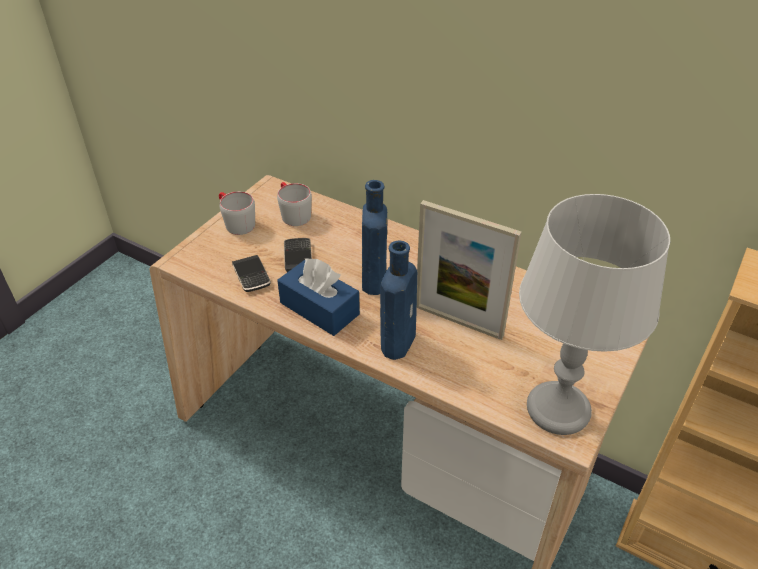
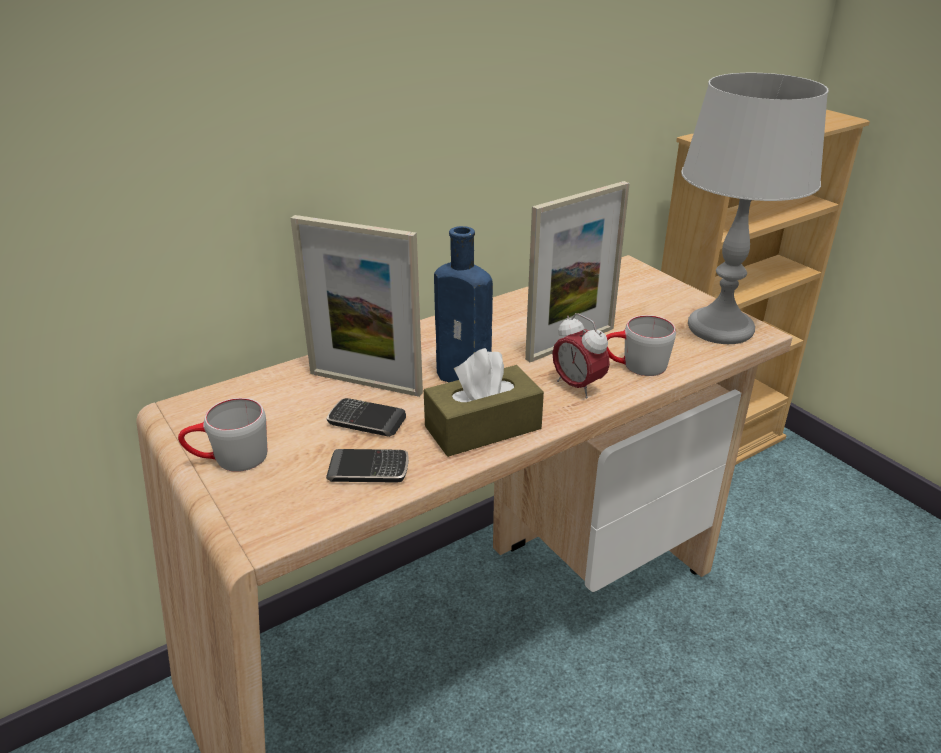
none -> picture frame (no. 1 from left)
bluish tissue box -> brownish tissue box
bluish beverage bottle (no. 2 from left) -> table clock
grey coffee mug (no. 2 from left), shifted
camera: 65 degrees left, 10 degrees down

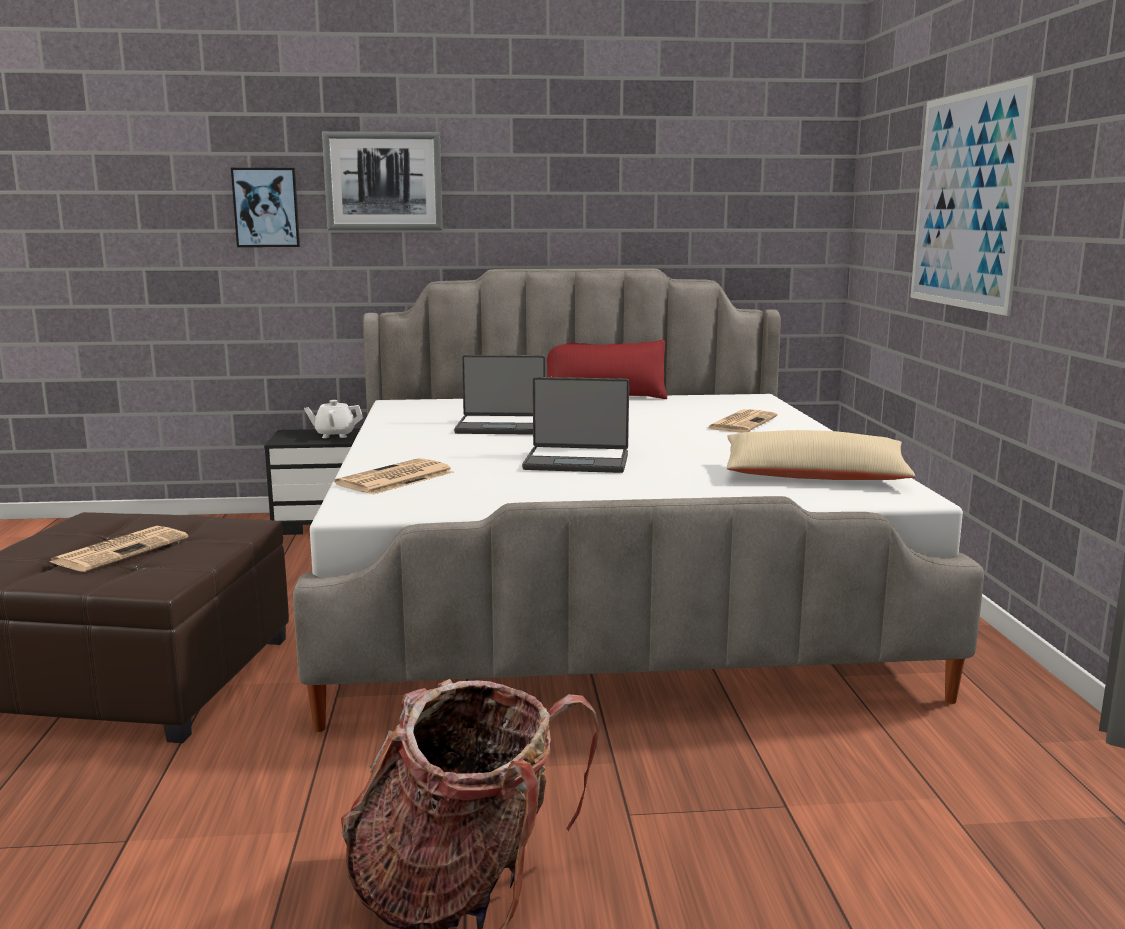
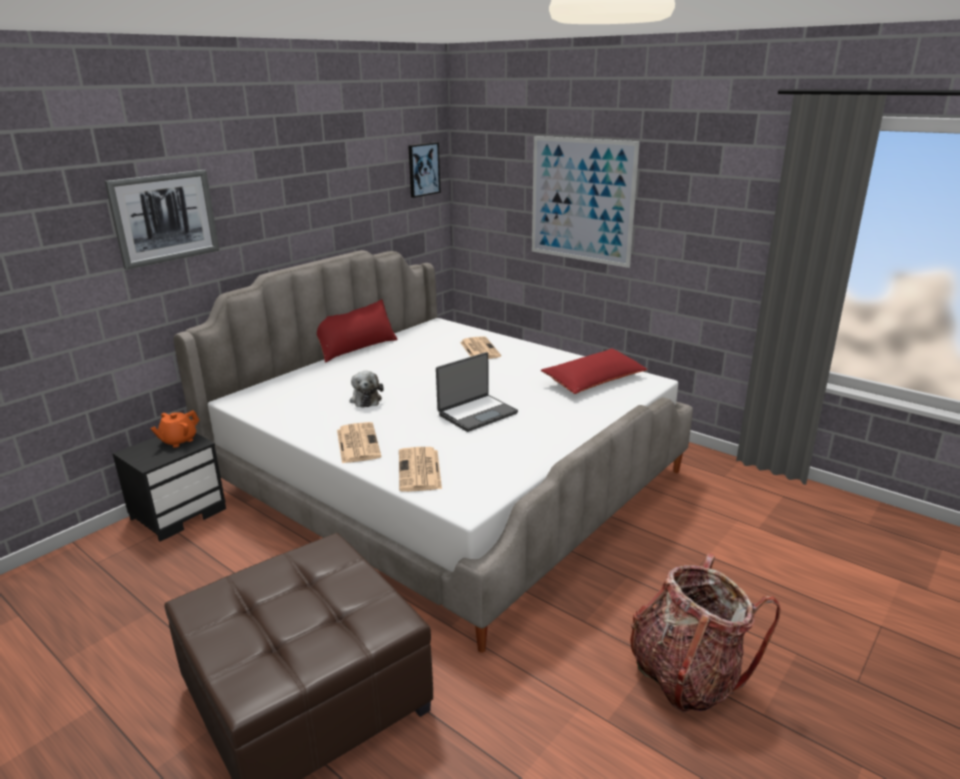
whitish teapot -> orange teapot
daily paper (no. 1 from left), shifted
laptop (no. 1 from left) -> soft toy
wall art (no. 1 from left in the first image) -> wall art (no. 2 from left), shifted
beige-coloured throw pillow -> red-coloured throw pillow (no. 2 from left)
camera: 45 degrees left, 10 degrees up

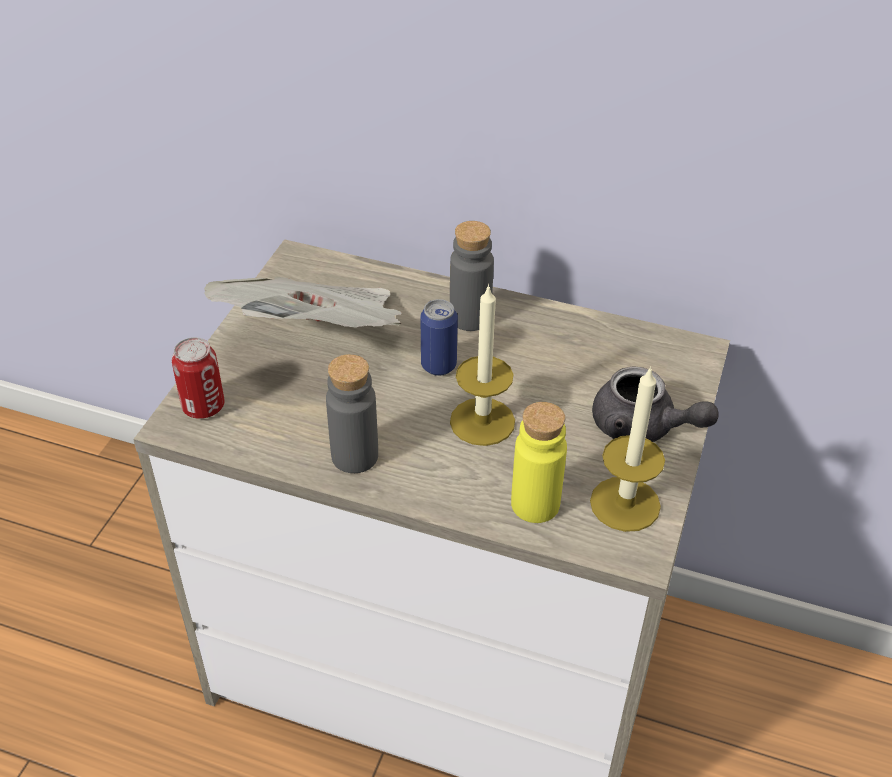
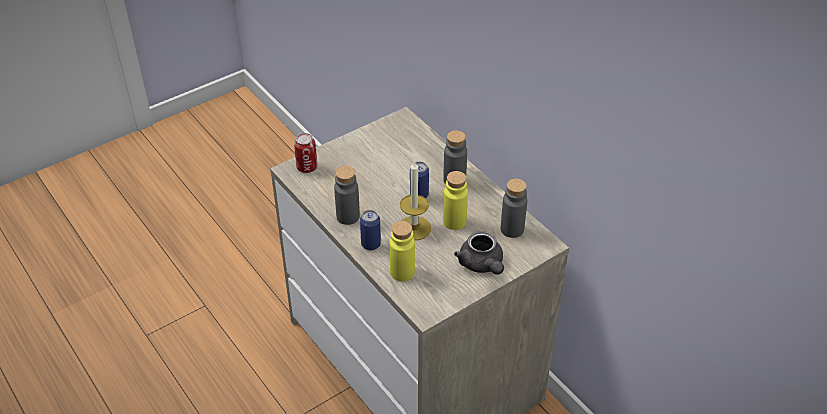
none -> sealed can (no. 2 from left)
none -> yellow beverage bottle (no. 2 from left)
none -> grey beverage bottle (no. 3 from left)
daily paper -> none
candle (no. 2 from left) -> none
camera: 35 degrees right, 0 degrees up

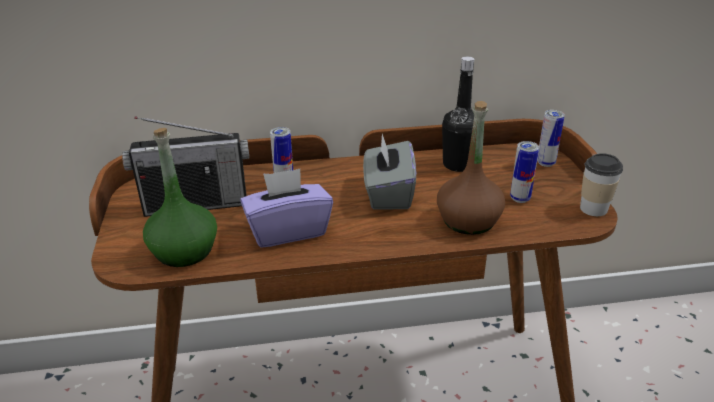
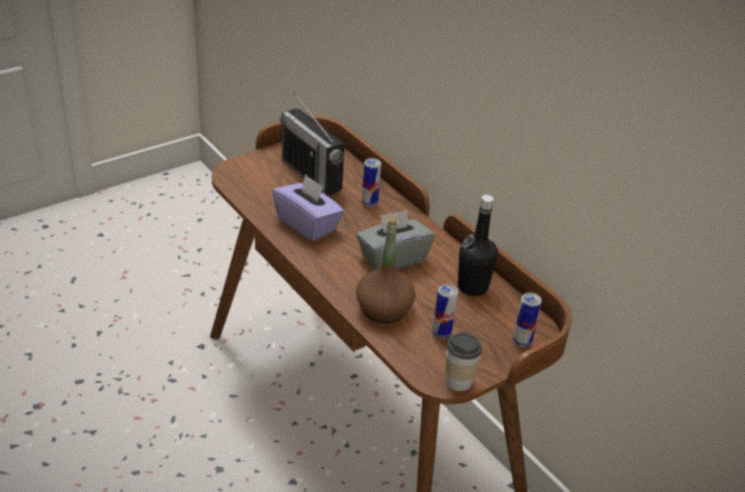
green beverage bottle -> none
camera: 60 degrees right, 5 degrees up

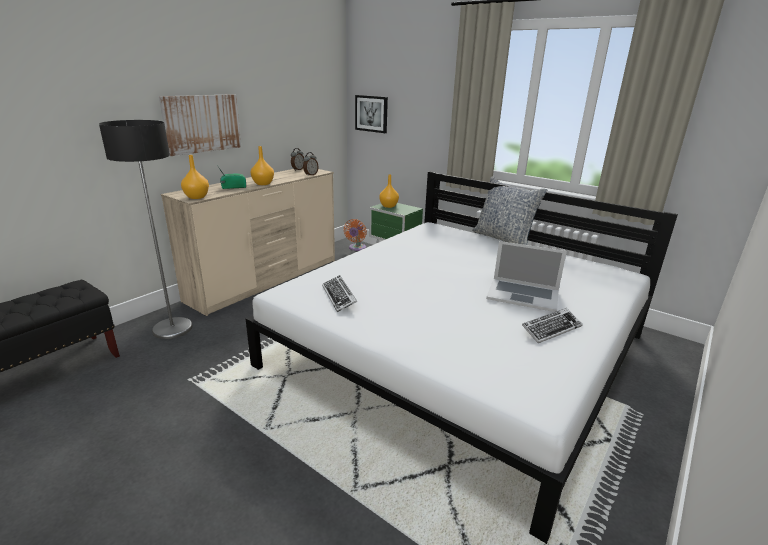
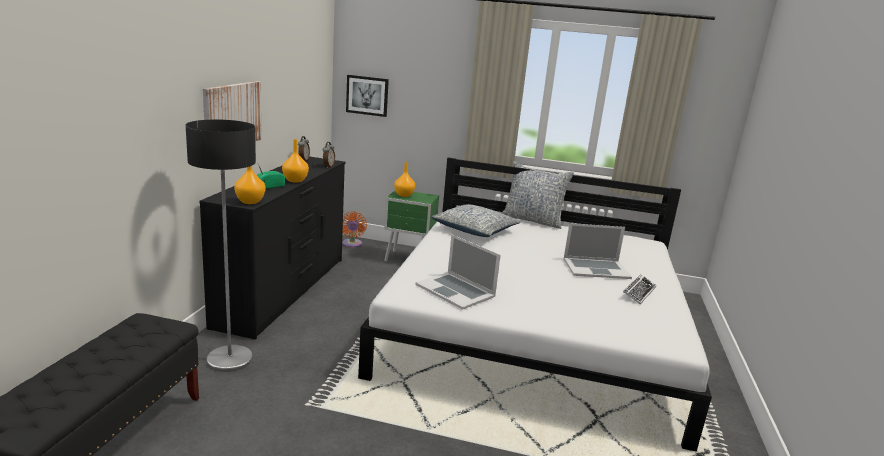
beige-coloured dresser -> black dresser
PC keyboard (no. 1 from left) -> laptop (no. 1 from left)
none -> throw pillow (no. 1 from left)
camera: 25 degrees left, 5 degrees down

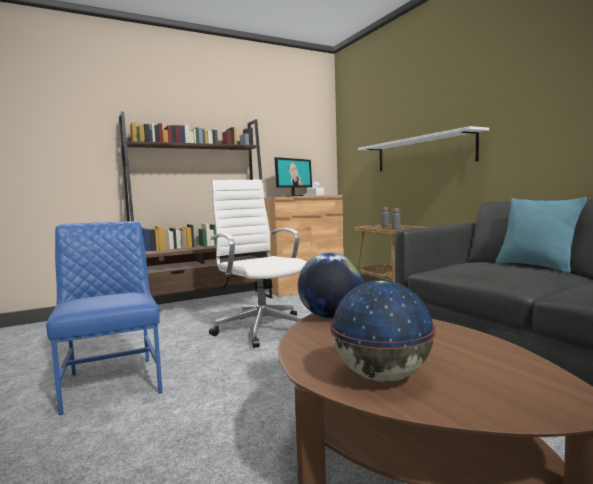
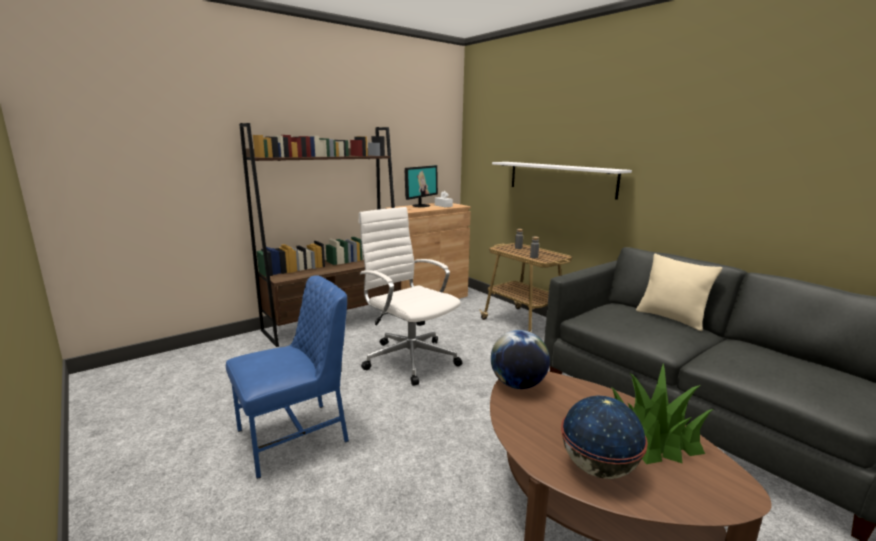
bluish chair, 90 degrees clockwise
none -> houseplant
blue-green throw pillow -> beige-coloured throw pillow
camera: 10 degrees left, 10 degrees up

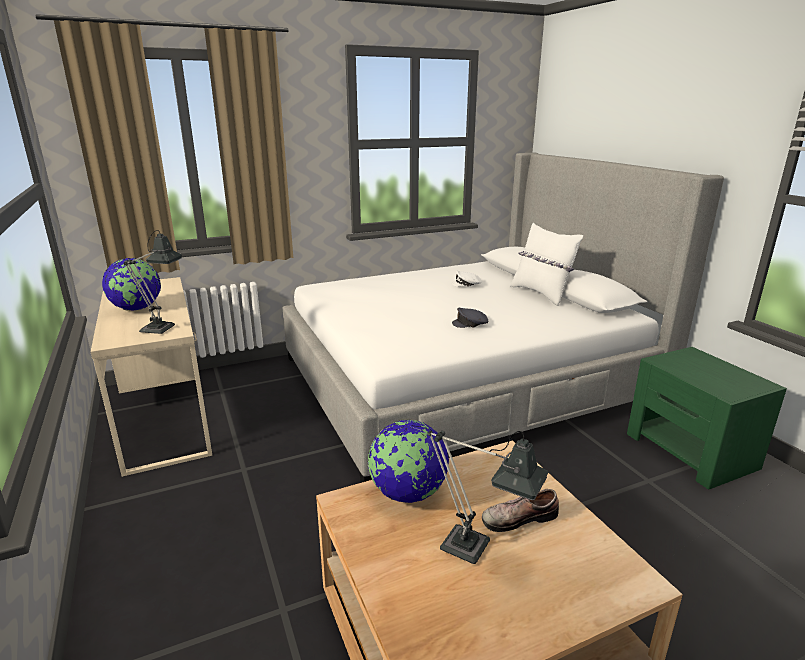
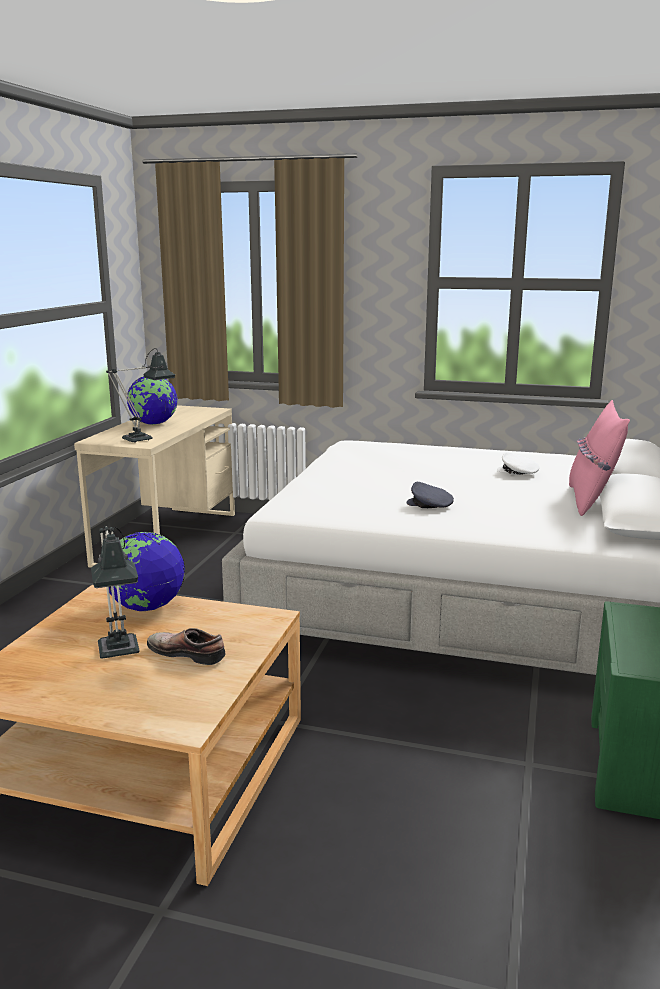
whitish throw pillow -> pink throw pillow
camera: 40 degrees right, 5 degrees down

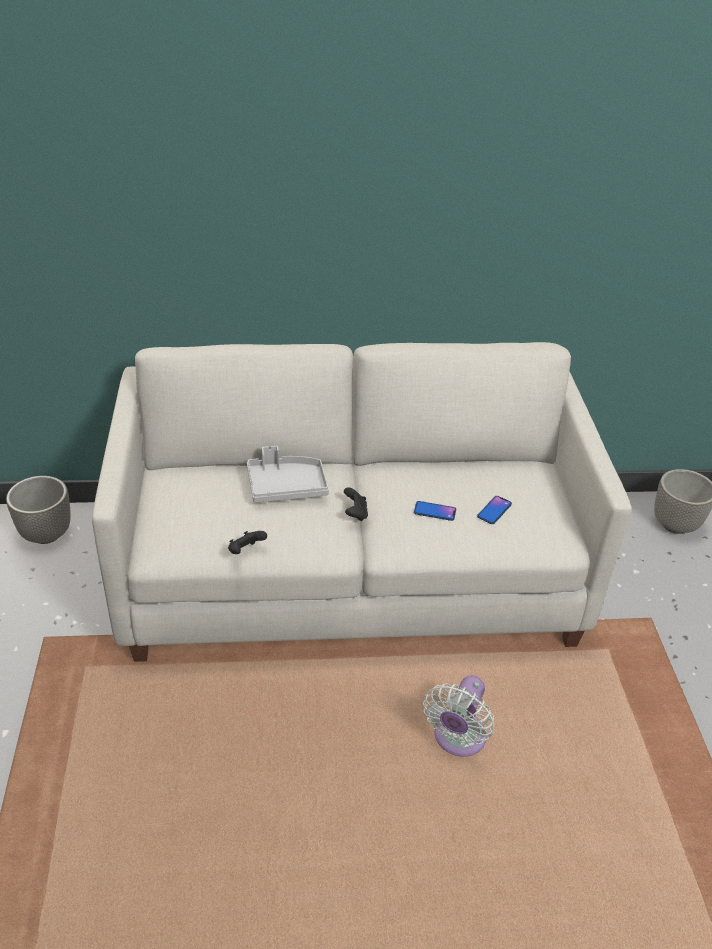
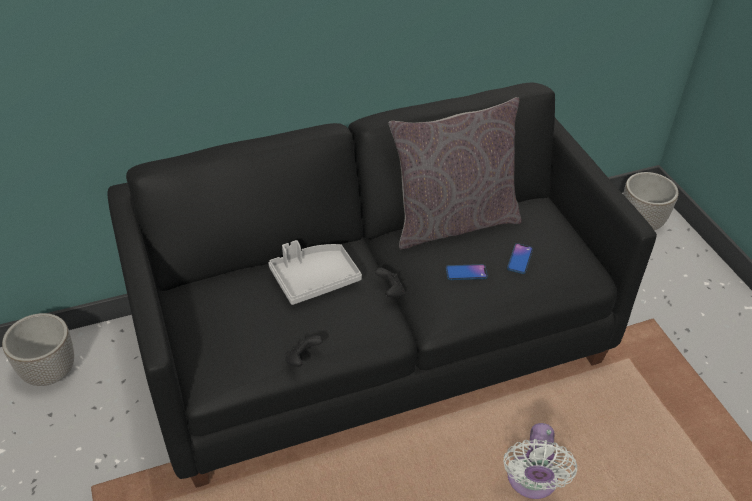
whitish settee -> black settee
none -> grey throw pillow
camera: 15 degrees left, 5 degrees up

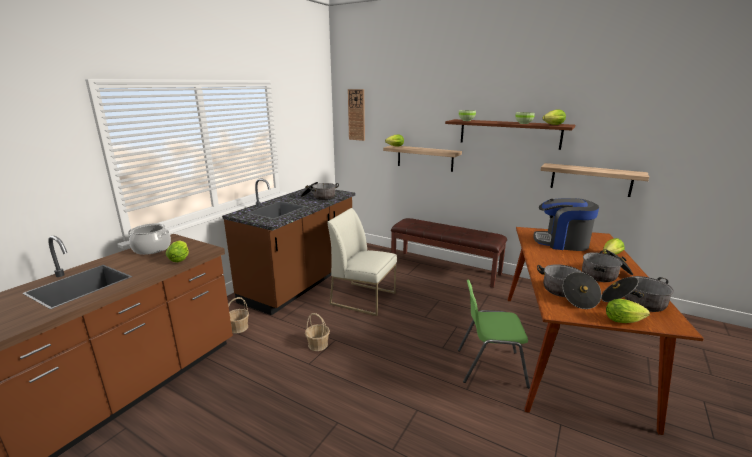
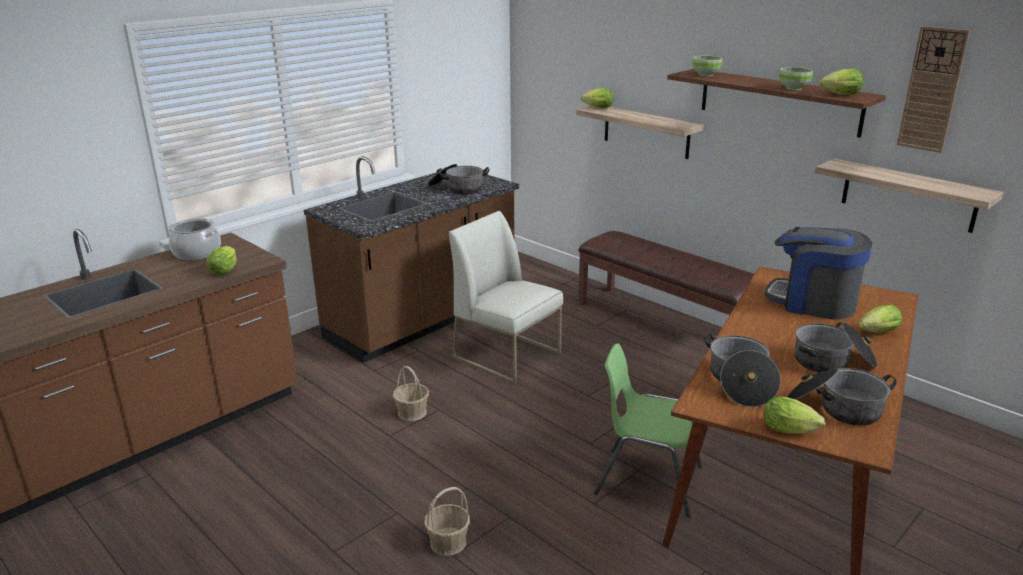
storage basket (no. 1 from left in the first image) -> storage basket (no. 2 from left), shifted
clock on the wall, shifted
camera: 15 degrees right, 5 degrees up

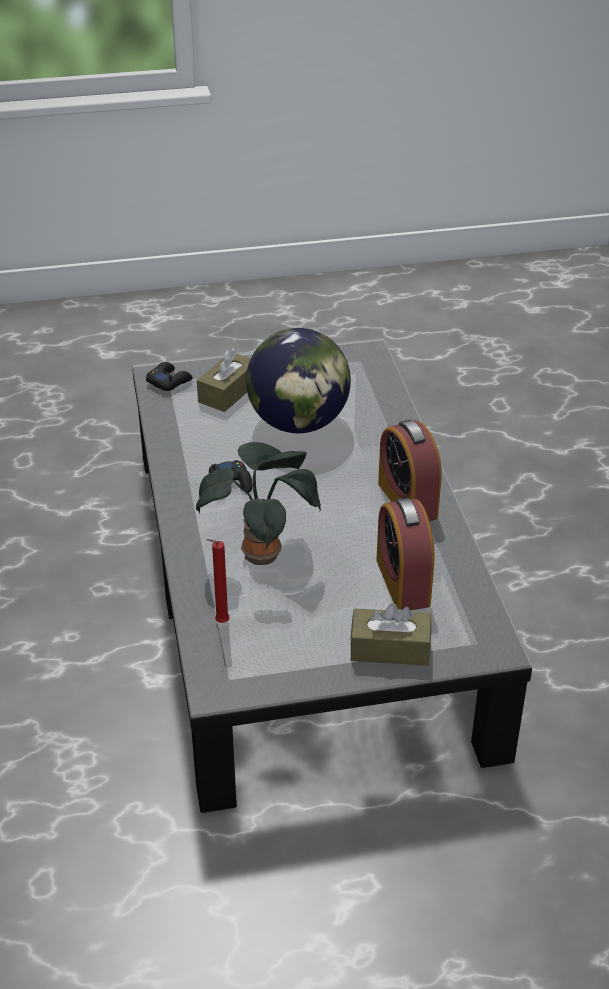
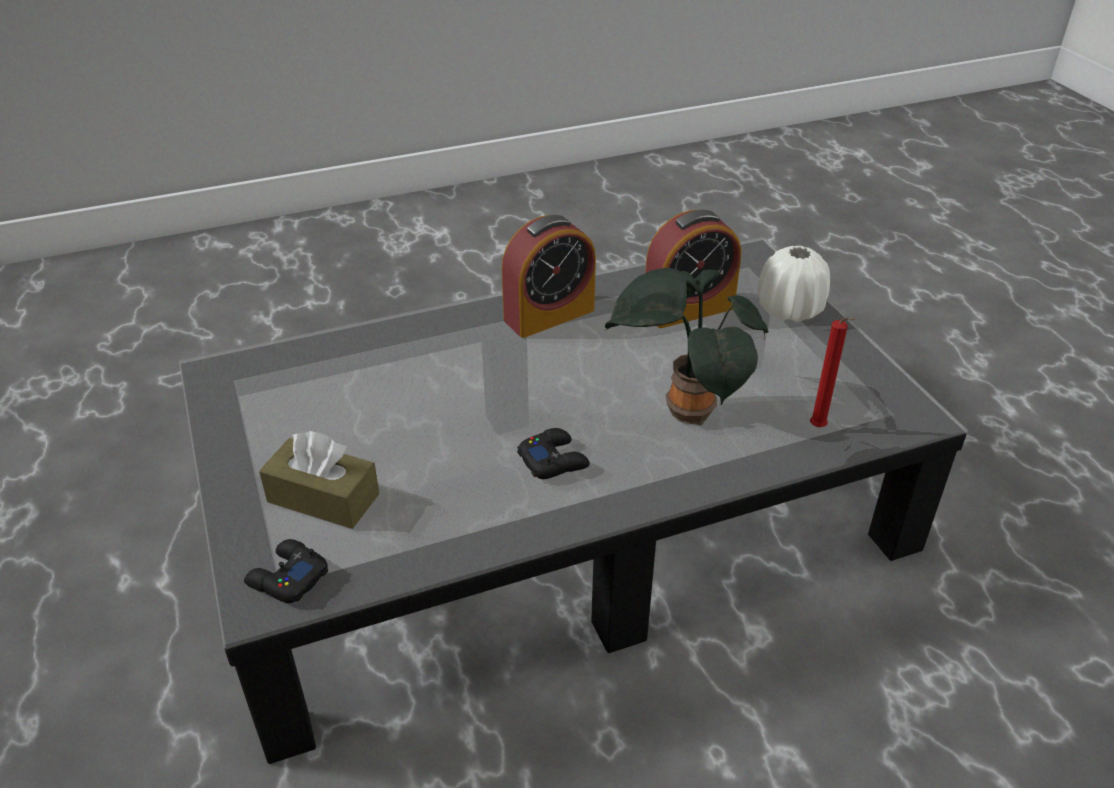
brownish tissue box (no. 2 from left) -> whitish flower vase
desk globe -> none
camera: 100 degrees left, 0 degrees up

